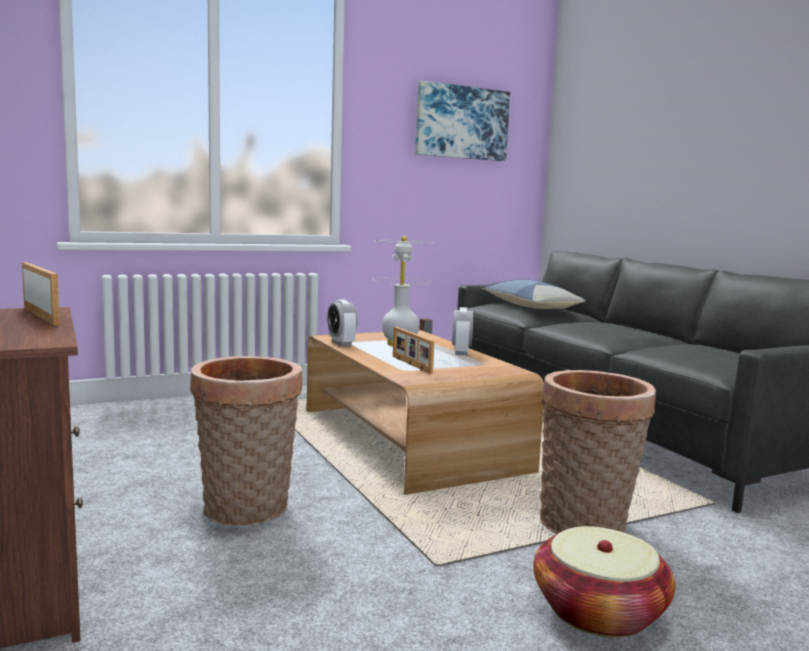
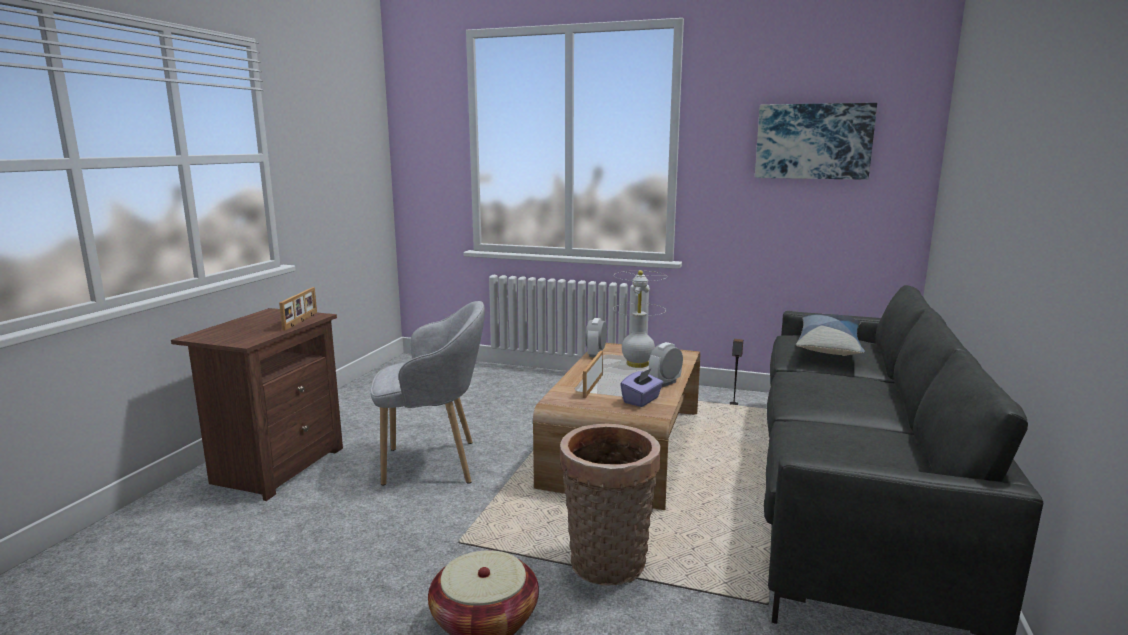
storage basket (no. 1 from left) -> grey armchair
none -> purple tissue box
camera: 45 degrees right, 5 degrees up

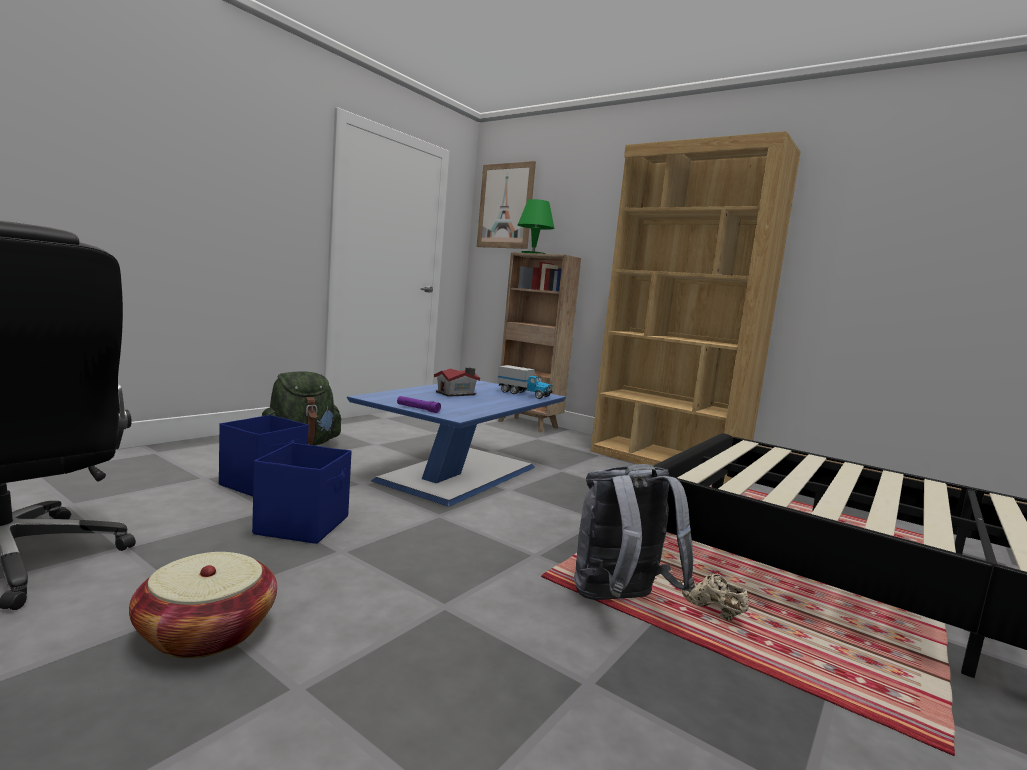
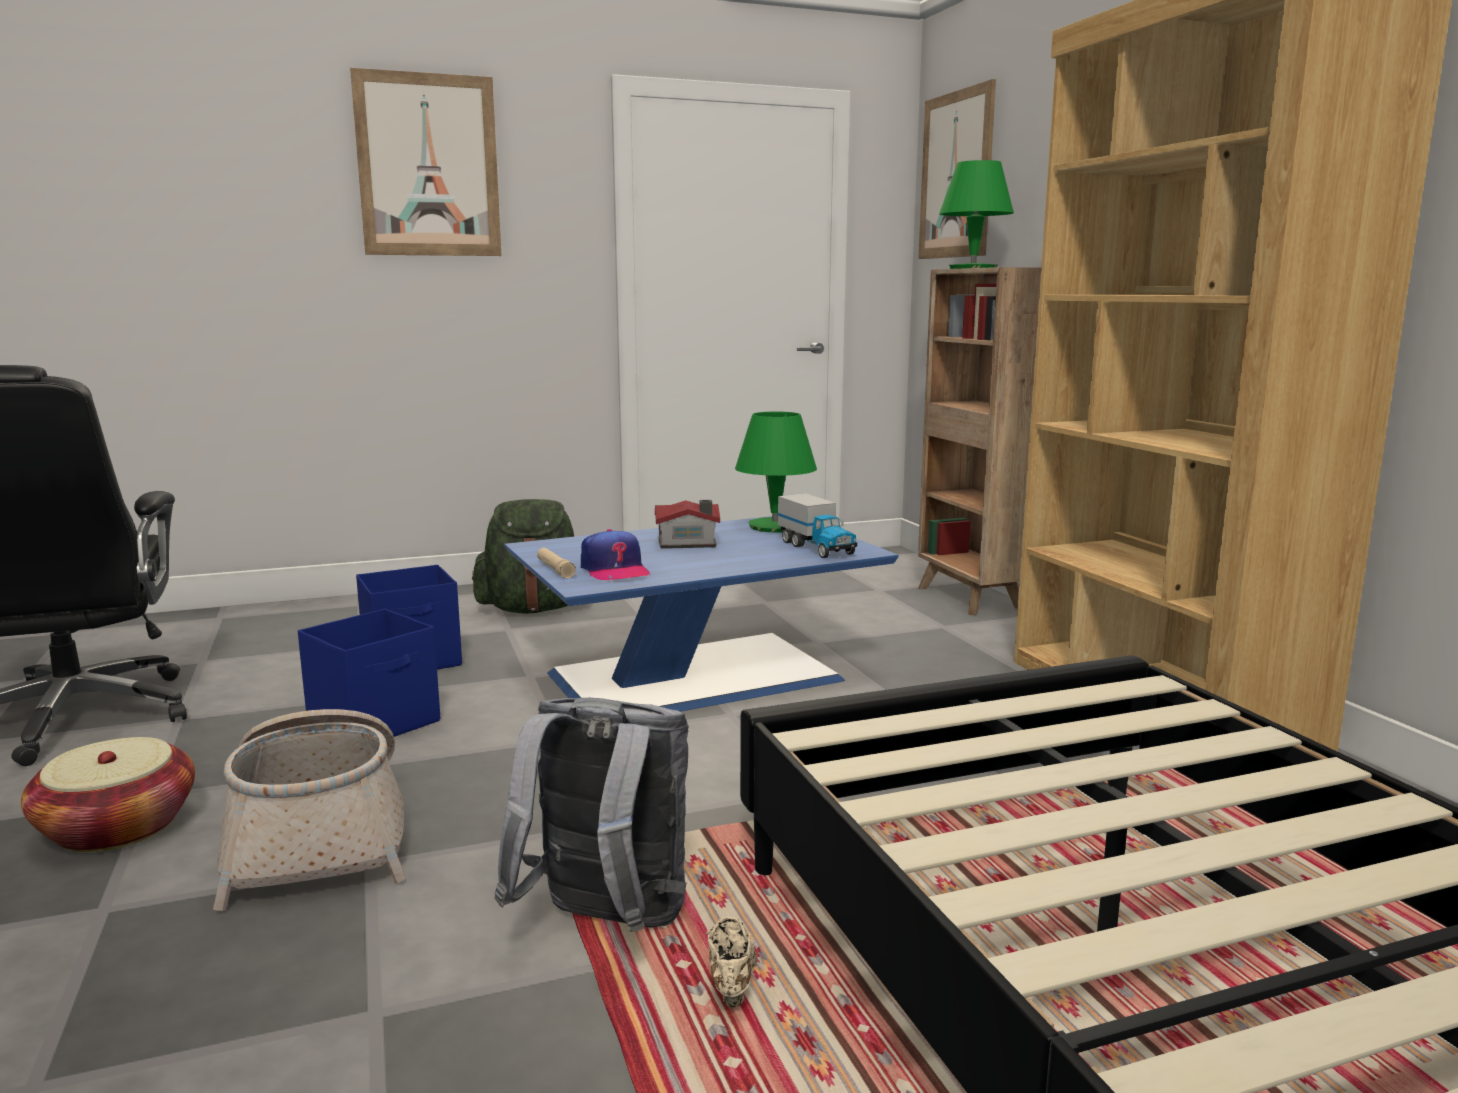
none -> storage basket (no. 2 from left)
none -> wall art (no. 1 from left)
purple torch -> beige-coloured torch
none -> baseball cap
none -> green lamp for a table (no. 1 from left)
camera: 35 degrees right, 5 degrees up

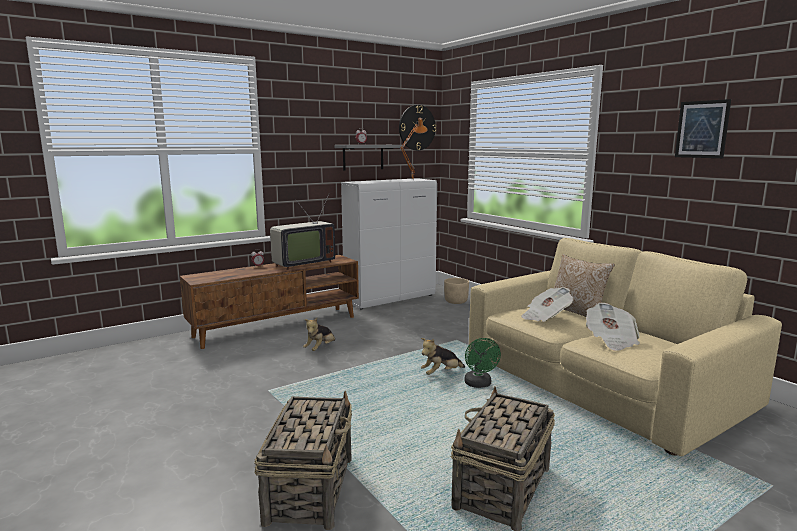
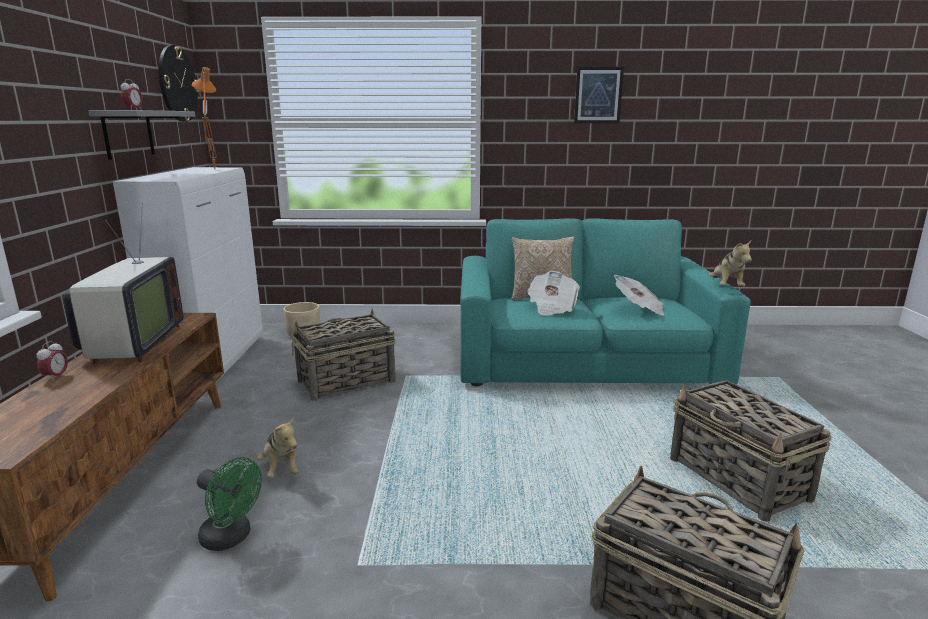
green electric fan, shifted
none -> storage basket (no. 1 from left)
beige-coloured settee -> blue-green settee
soft toy (no. 2 from left), shifted
camera: 55 degrees left, 5 degrees up

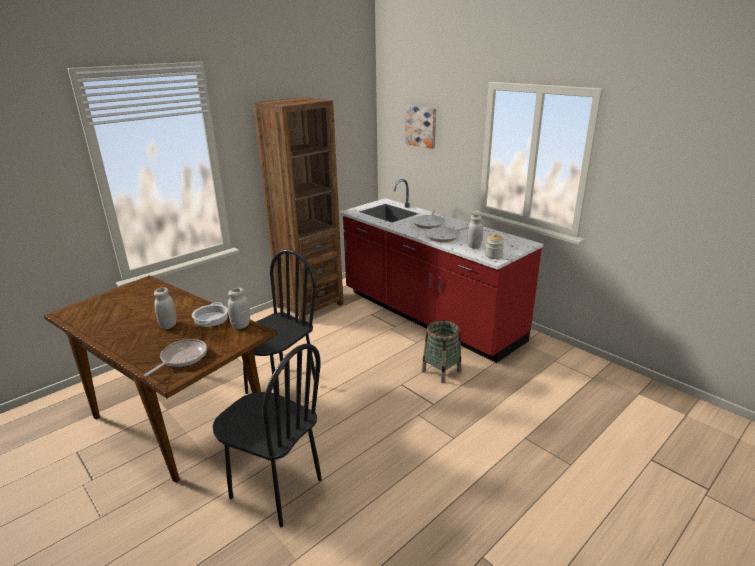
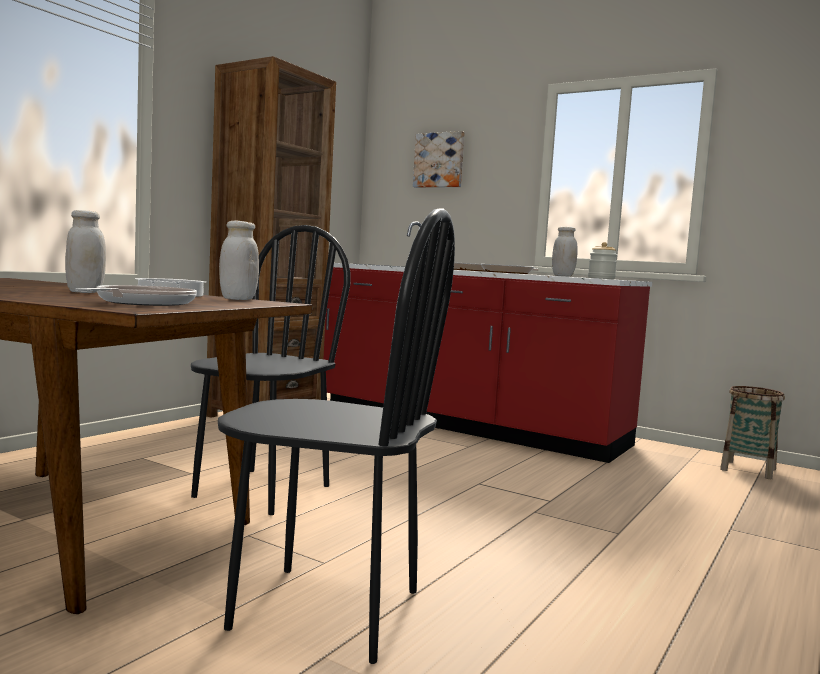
storage basket, shifted
camera: 15 degrees left, 20 degrees down

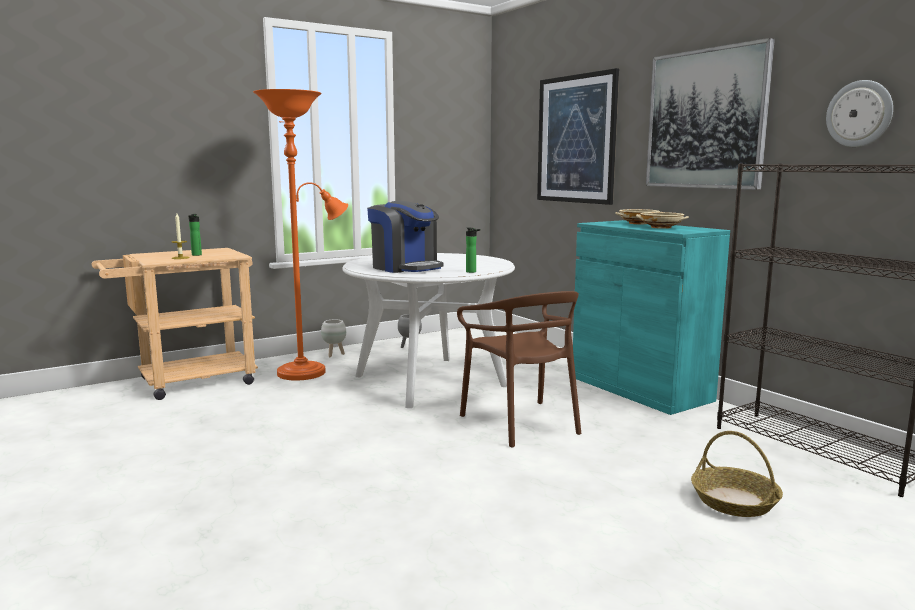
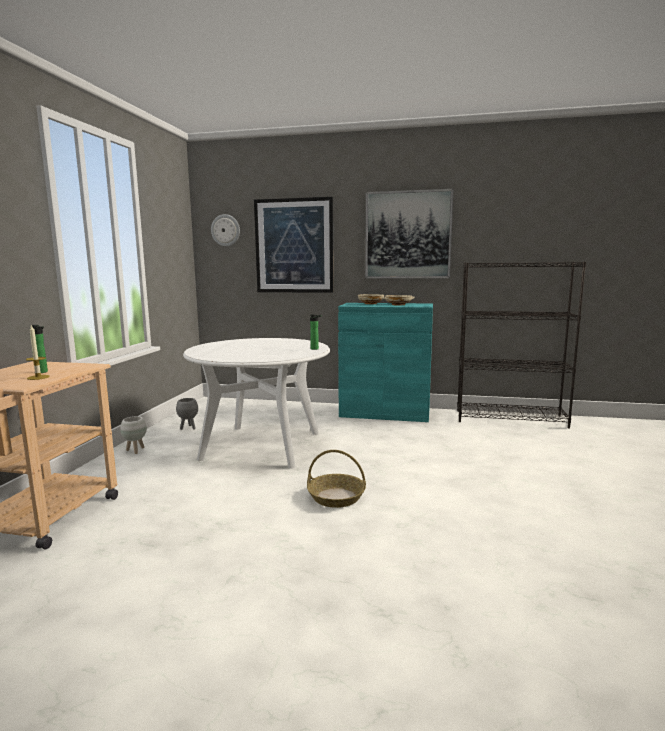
clock on the wall, shifted
storage basket, shifted
orange standard lamp -> none
coffee brewer -> none
brownish chair -> none
camera: 45 degrees left, 0 degrees up

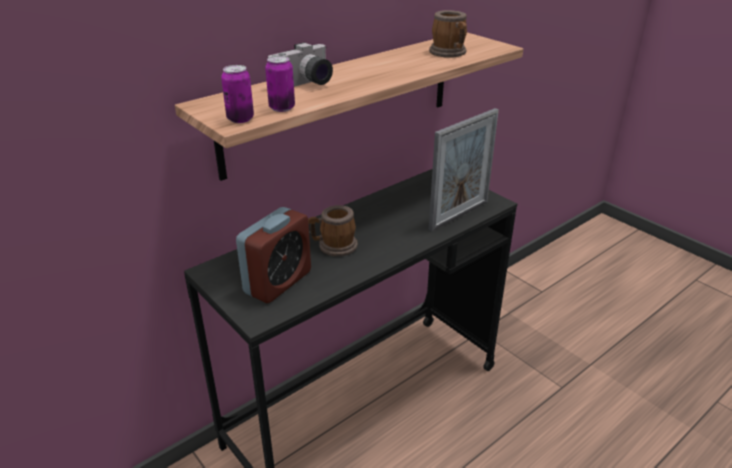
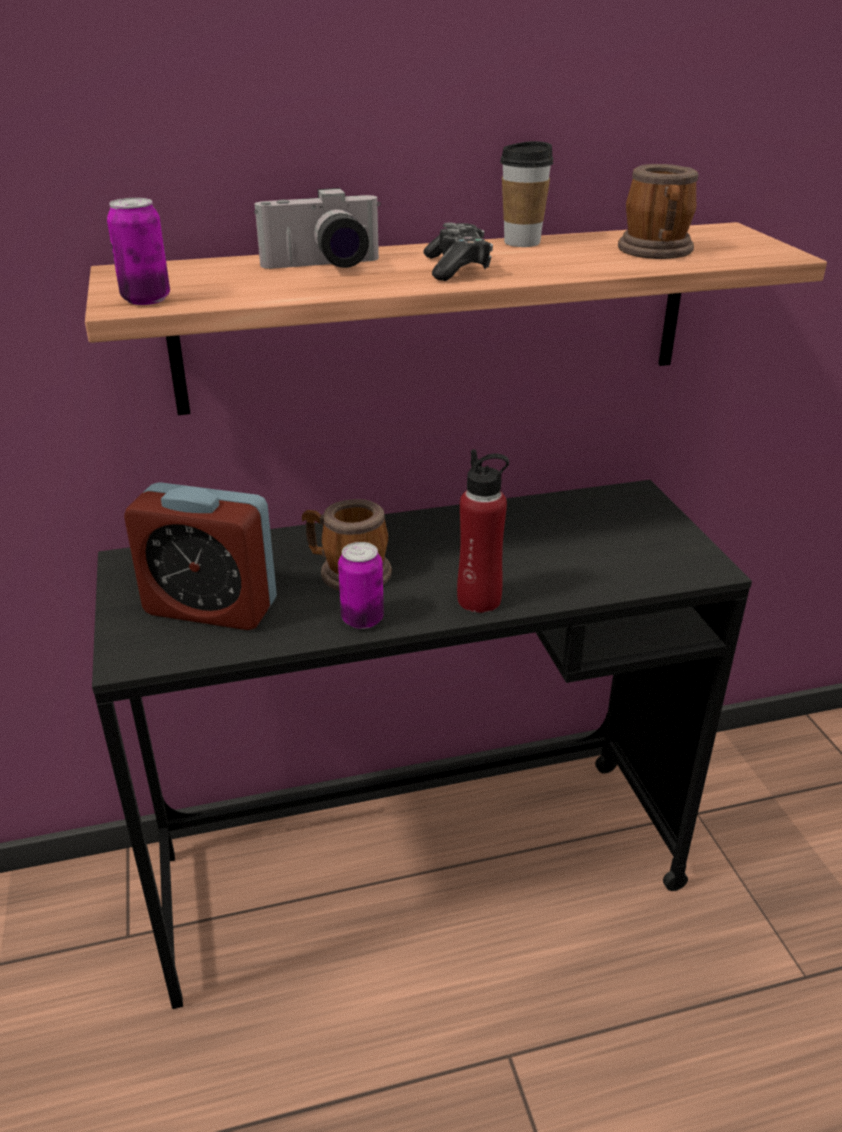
table clock, 45 degrees clockwise
sealed can (no. 2 from left), shifted
none -> gamepad
none -> red-coloured beverage bottle
none -> small cup
picture frame -> none
camera: 25 degrees right, 0 degrees up

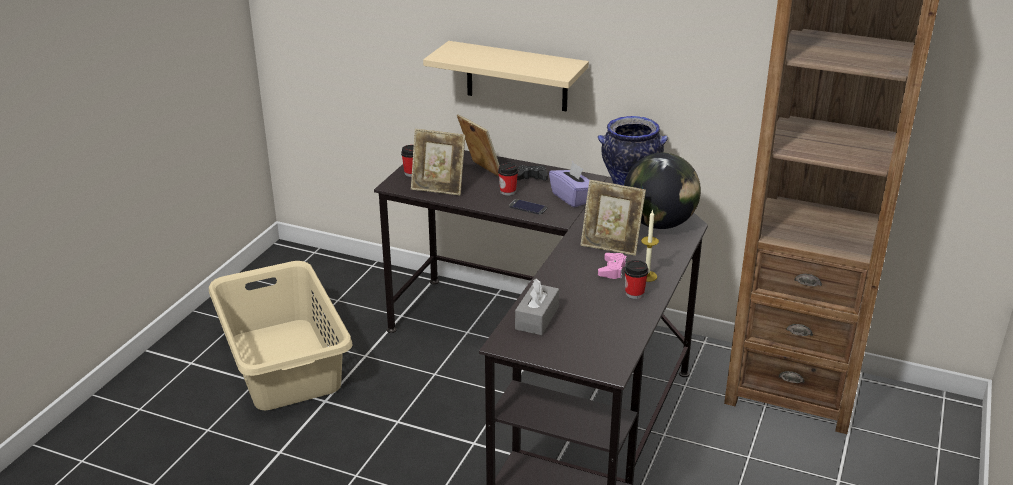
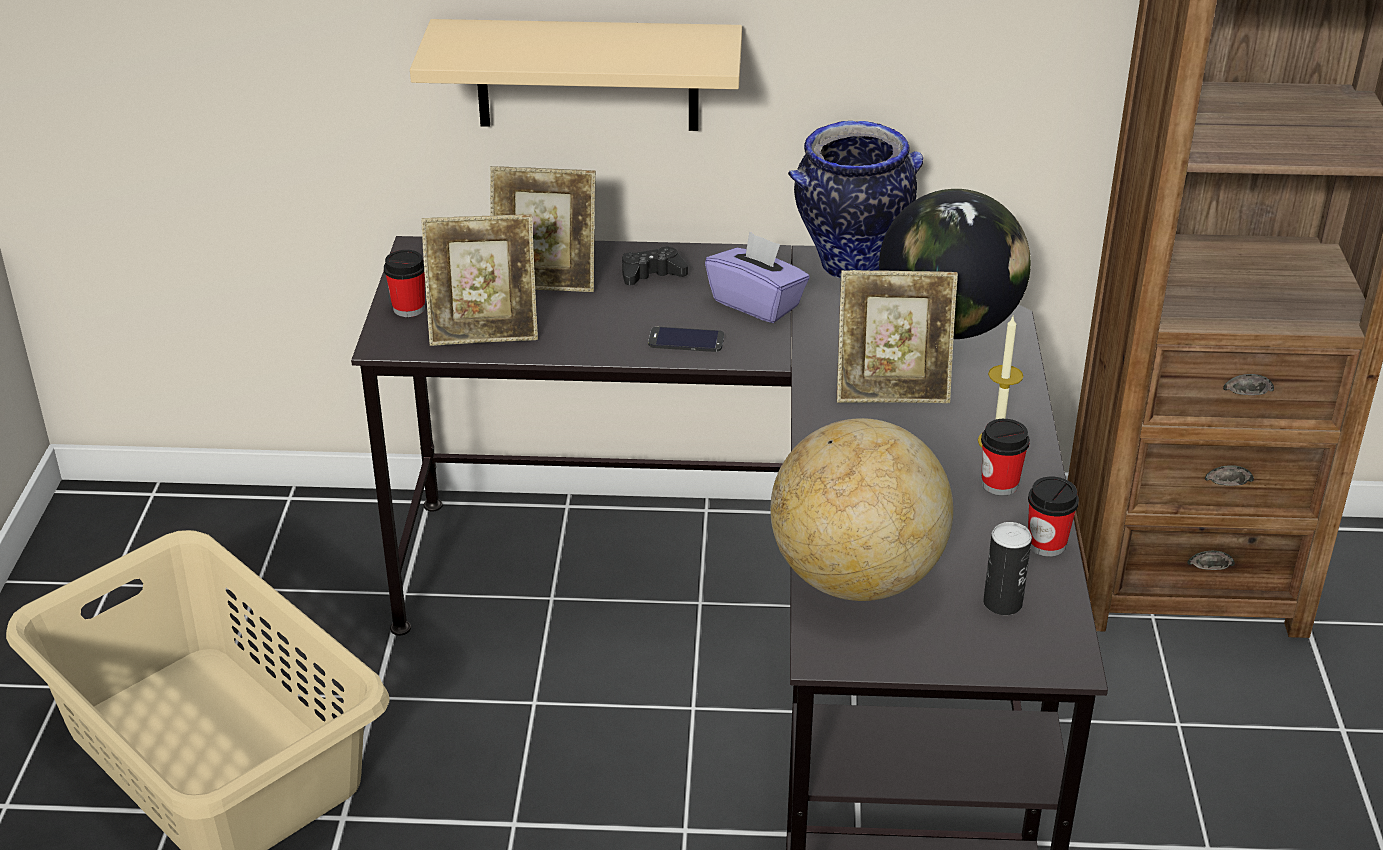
picture frame (no. 2 from left), 150 degrees clockwise
grey tissue box -> desk globe (no. 1 from left)
none -> sealed can
small cup (no. 2 from left in the first image) -> small cup (no. 3 from left), shifted
pink gamepad -> none
camera: 20 degrees left, 5 degrees up

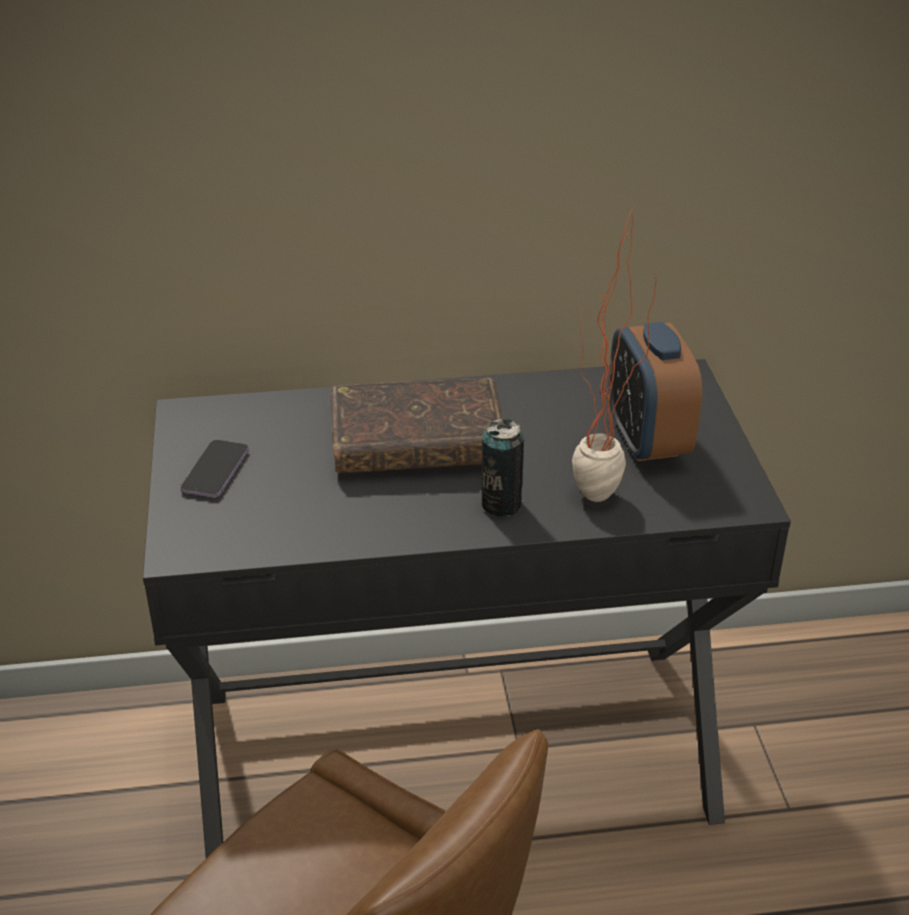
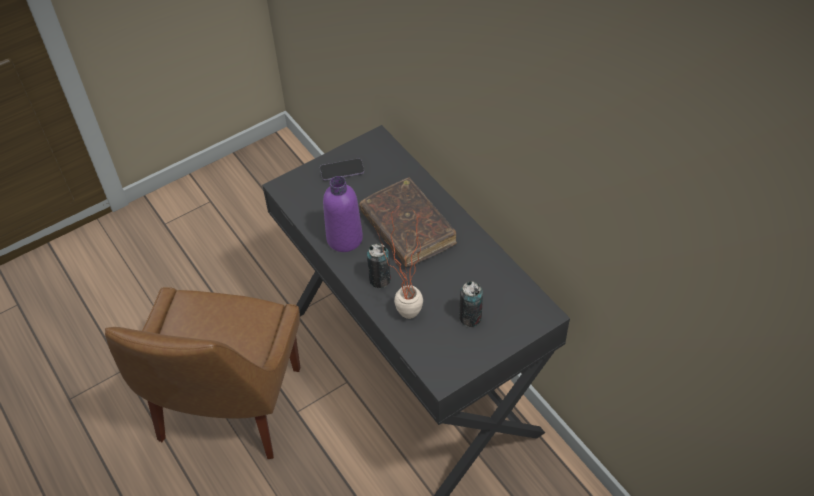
none -> purple beverage bottle
table clock -> sealed can (no. 2 from left)
camera: 65 degrees right, 15 degrees up

